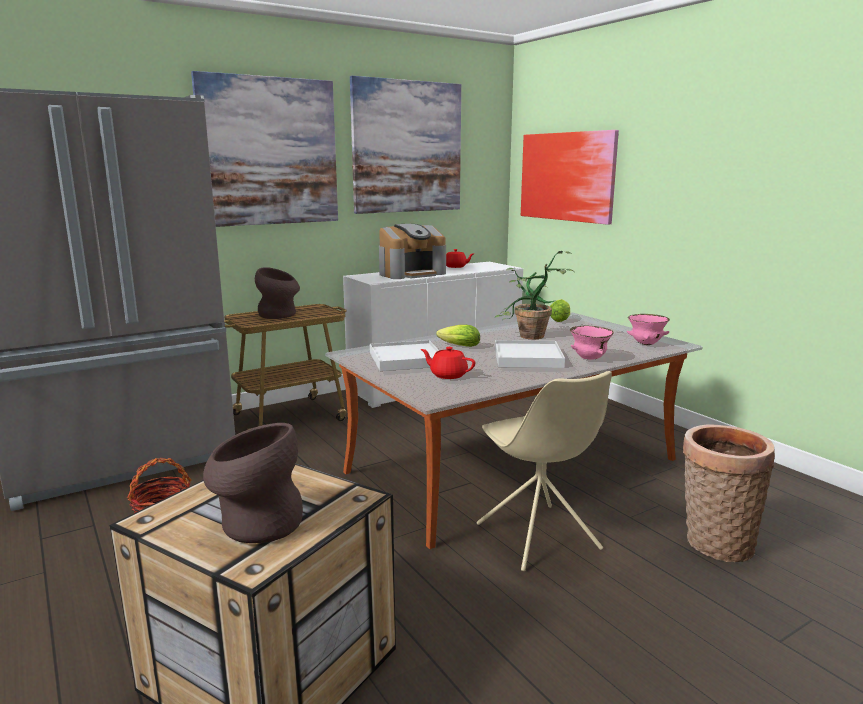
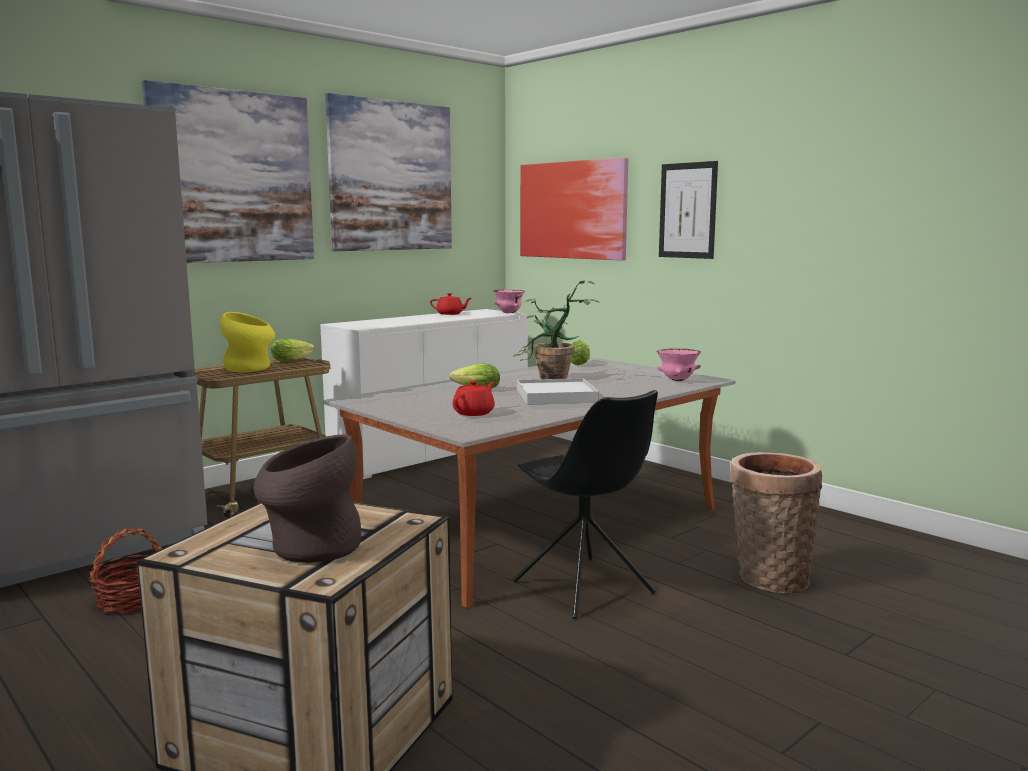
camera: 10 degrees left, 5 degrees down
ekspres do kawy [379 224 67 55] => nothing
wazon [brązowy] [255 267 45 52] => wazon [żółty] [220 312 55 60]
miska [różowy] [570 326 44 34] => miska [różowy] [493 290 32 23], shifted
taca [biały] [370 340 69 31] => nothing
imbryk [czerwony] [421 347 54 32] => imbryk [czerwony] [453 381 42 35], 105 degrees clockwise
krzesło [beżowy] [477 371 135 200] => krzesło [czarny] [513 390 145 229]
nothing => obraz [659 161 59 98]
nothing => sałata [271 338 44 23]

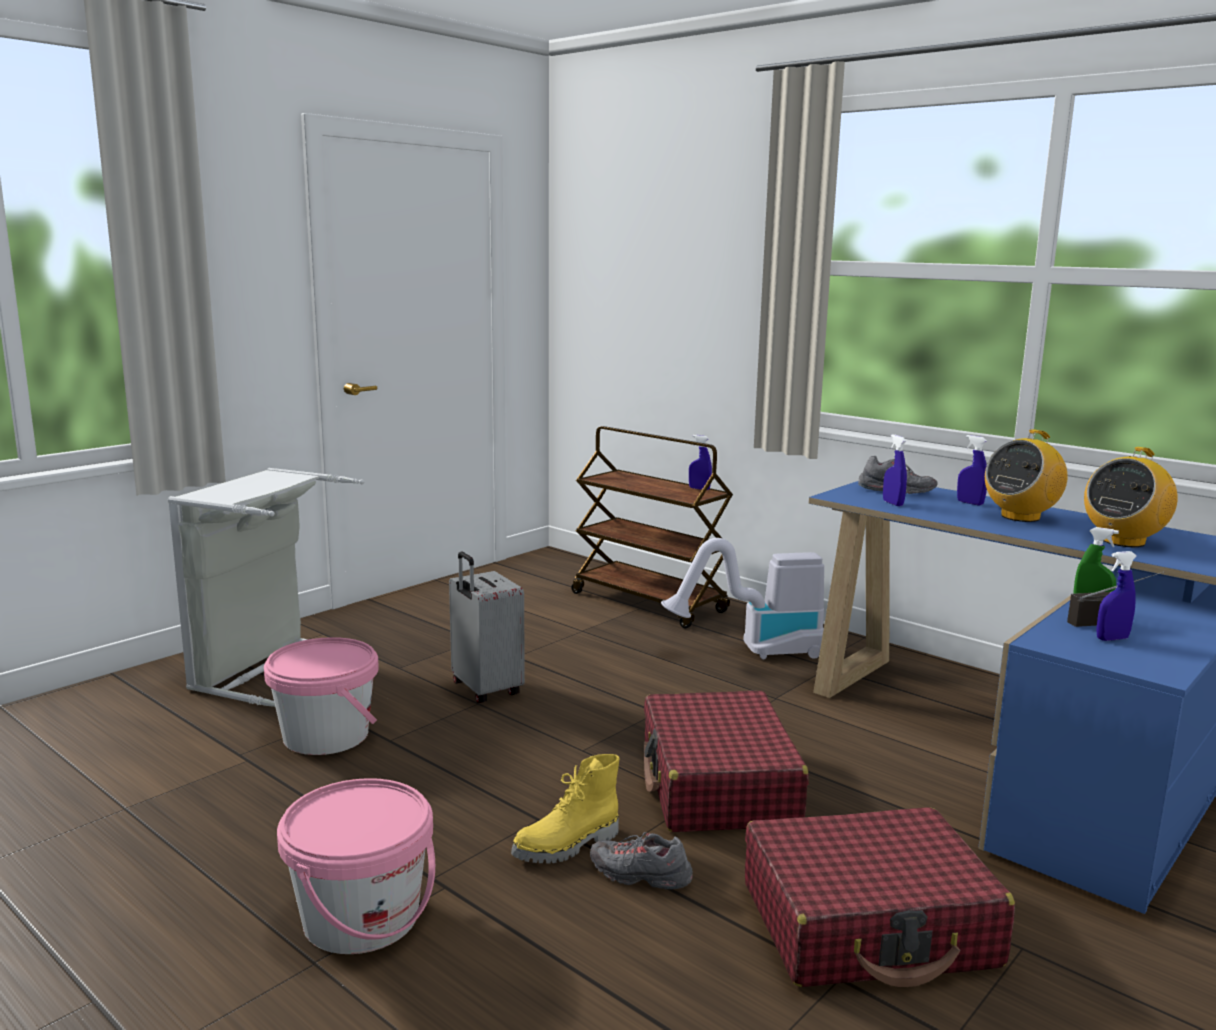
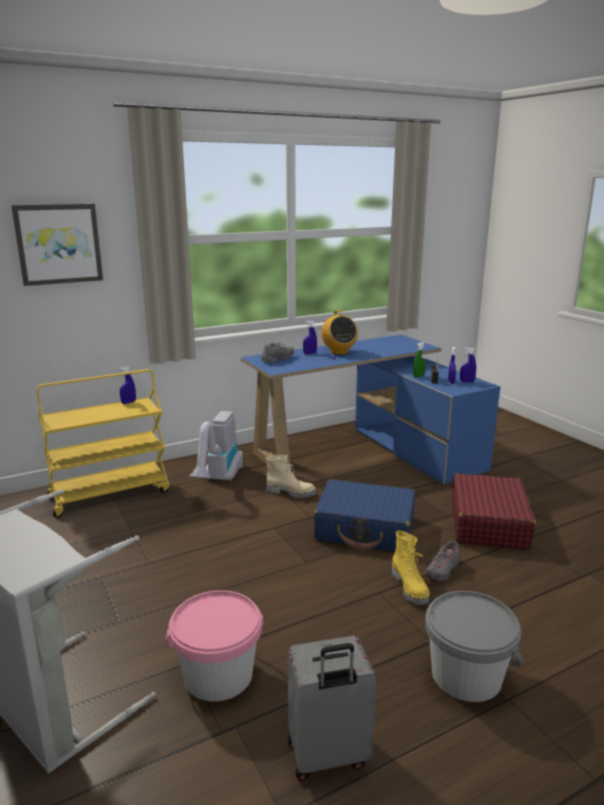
camera: 70 degrees left, 5 degrees up
wózek [brązowy] [571 426 162 203] => wózek [żółty] [37 369 132 149]
spryskiwacz [niebieski] [883 434 24 72] => spryskiwacz [niebieski] [460 347 16 35], shifted
radio [1084 447 94 100] => nothing
walizka [szary] [449 551 76 152] => walizka [szary] [288 636 88 145], shifted
walizka [czerwony] [644 691 165 141] => walizka [niebieski] [314 479 101 73]
wiadro [różowy] [277 778 158 176] => wiadro [szary] [425 591 98 111]
nothing => obraz [11 204 92 82]
nothing => but z cholewką [beżowy] [266 455 50 43]

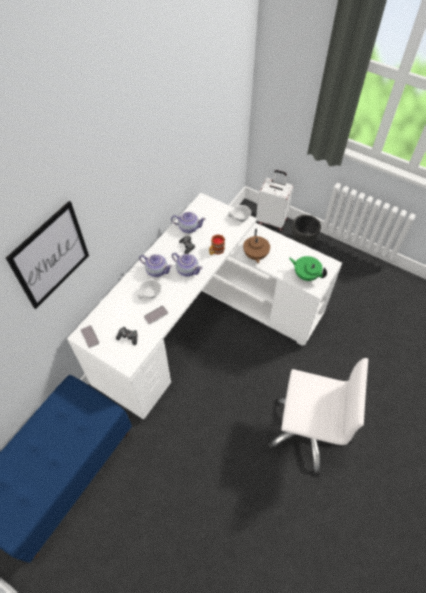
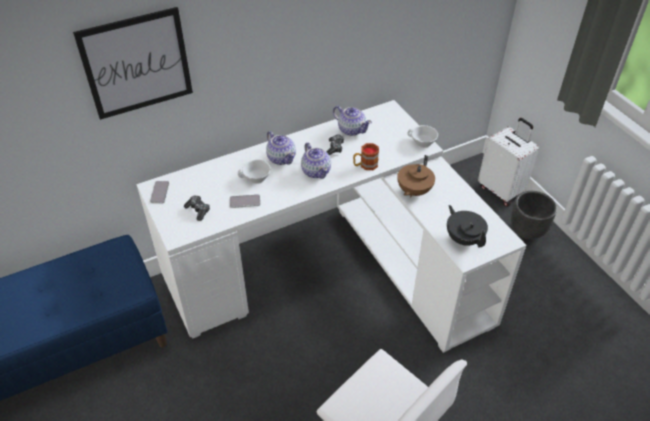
camera: 30 degrees right, 10 degrees down
imbryk [zielony] [289 256 38 25] => imbryk [czarny] [447 205 41 43]

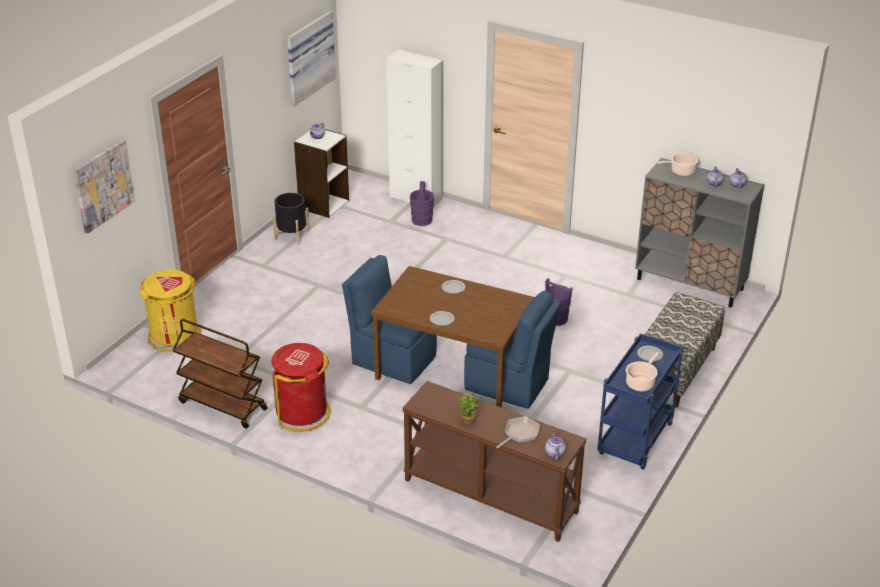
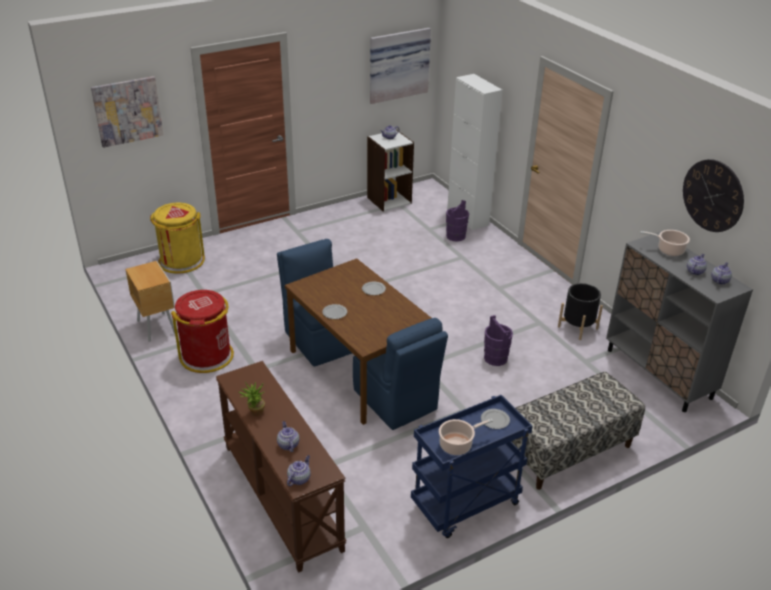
camera: 30 degrees right, 0 degrees up
donica [czarny] [272 193 38 51] => donica [czarny] [558 283 45 57], shifted
wózek [brązowy] [173 319 94 110] => szafka nocna [brązowy] [125 261 50 81]
patelnia [496 416 44 32] => imbryk [277 421 22 31]
nothing => zegar ścienny [683 159 61 73]

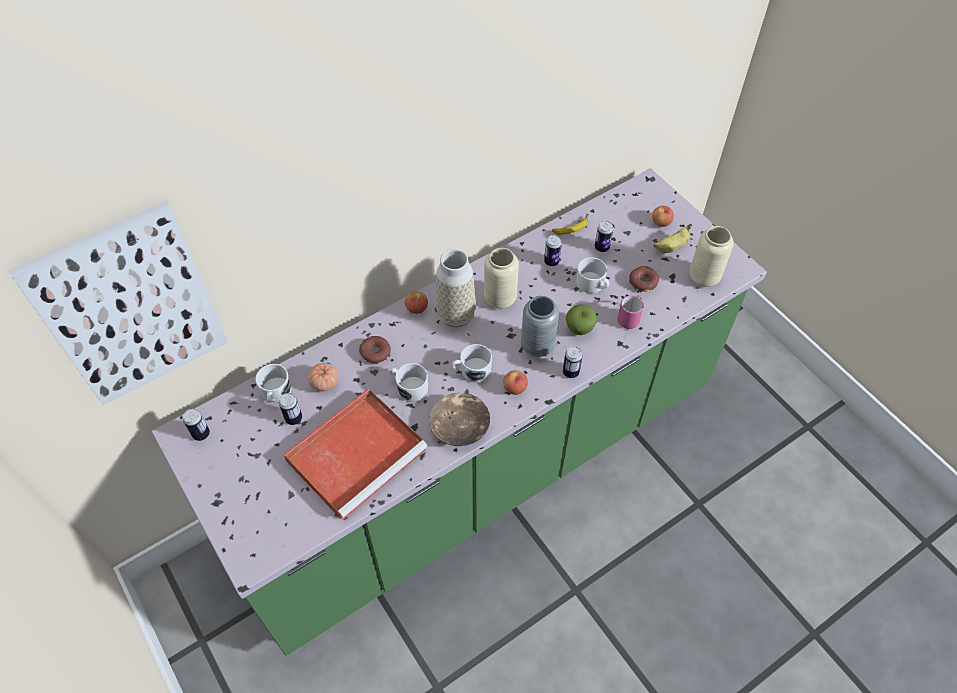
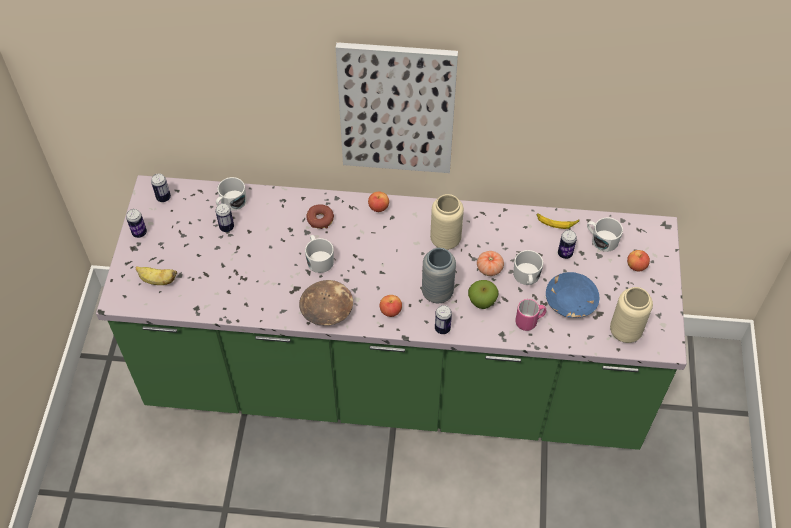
camera: 40 degrees right, 0 degrees up
obraz [9 201 219 204] => obraz [336 42 122 131], shifted
banan [653 225 38 28] => banan [136 266 41 19], shifted
puszka [544 235 18 31] => puszka [126 209 21 29], shifted
wazon [436 249 40 78] => nothing
donut [629 266 30 27] => miska [niebieski] [546 272 54 46]
kubek [biały] [452 344 40 39] => kubek [biały] [587 217 36 35], shifted
pomidor [308 363 30 28] => pomidor [477 251 27 25], shifted
taca [czerwony] [283 388 145 133] => nothing

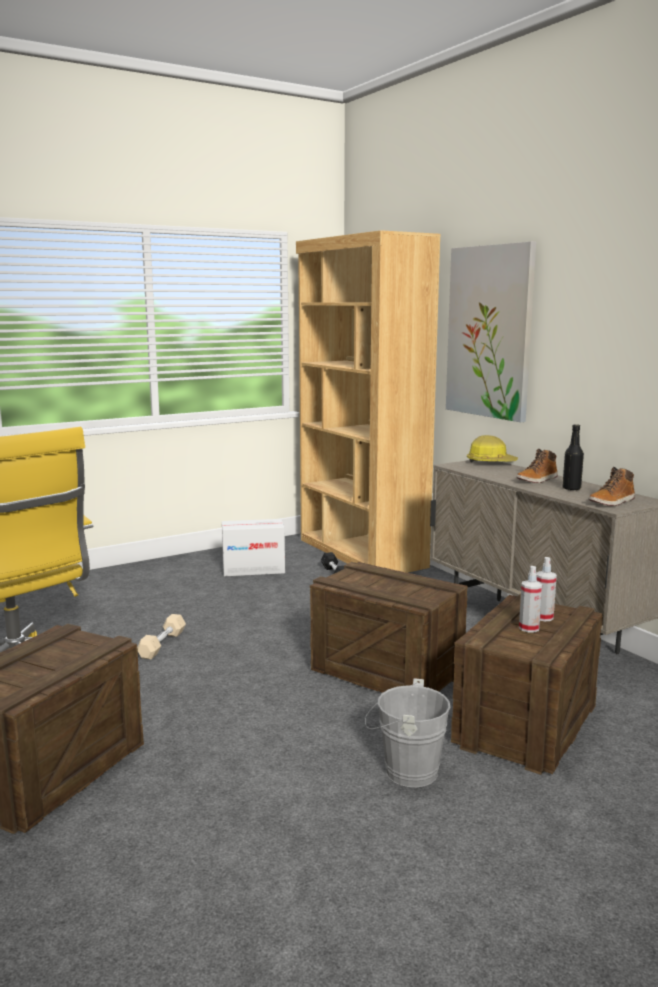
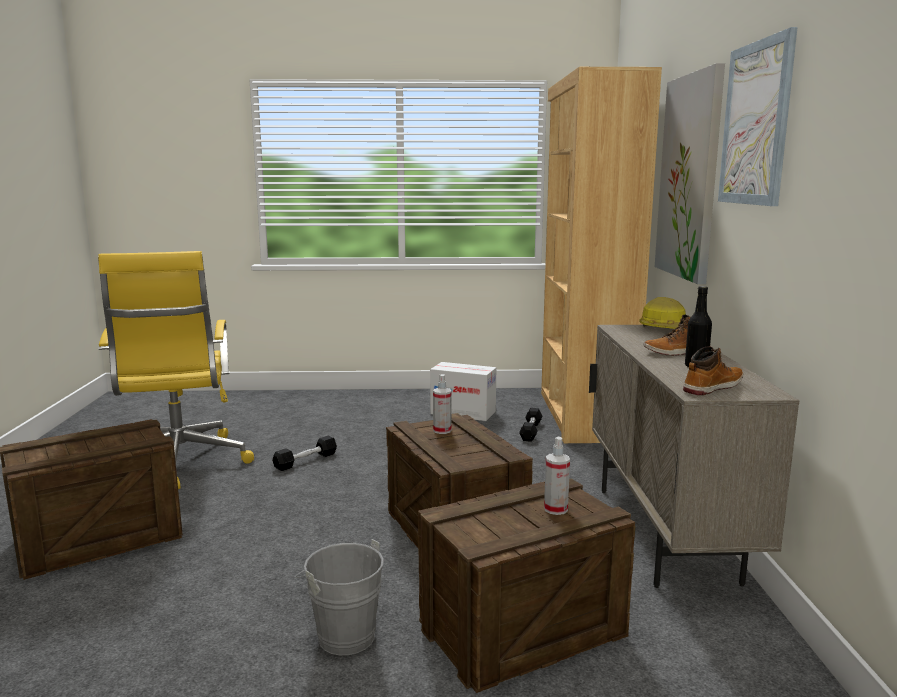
camera: 30 degrees right, 0 degrees up
but z cholewką [589 467 46 39] => but z cholewką [683 346 60 49], 150 degrees clockwise
spryskiwacz [519 566 23 66] => spryskiwacz [433 374 18 60], shifted
hantel [beżowy] [137 614 49 45] => hantel [czarny] [272 436 65 35]
nothing => obraz [718 27 79 179]

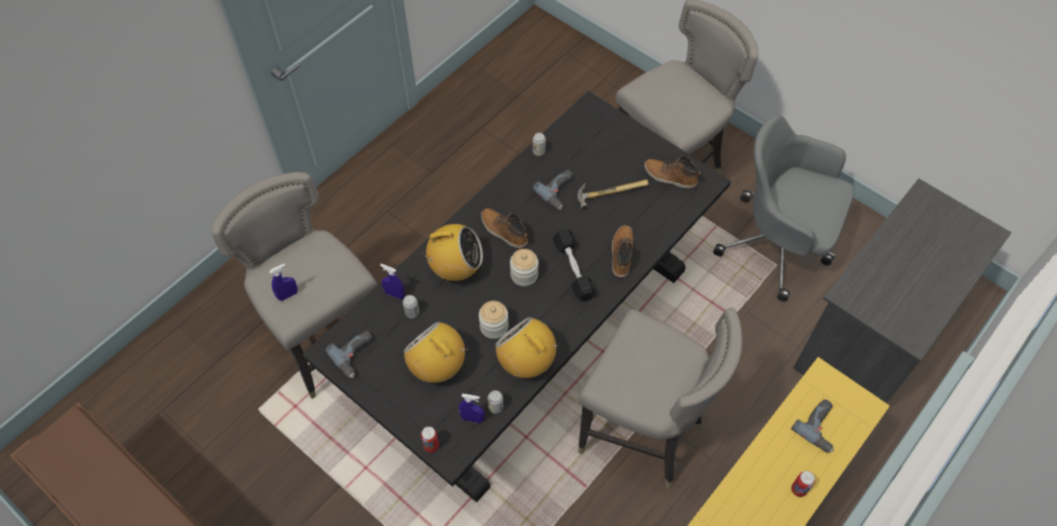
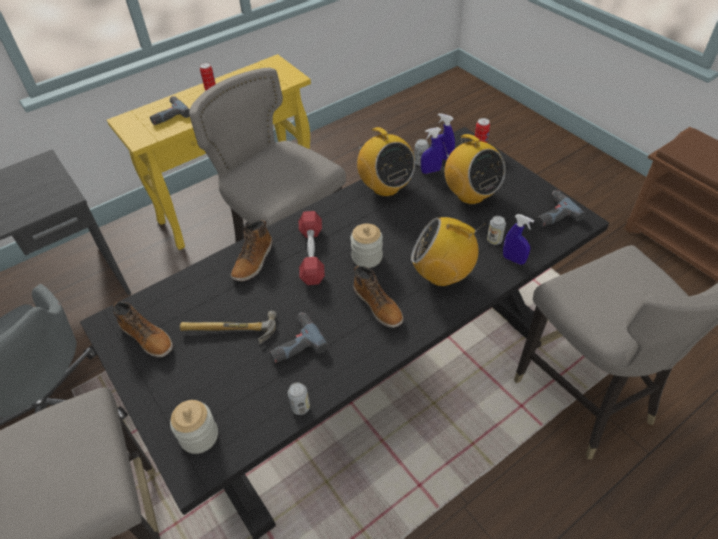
camera: 165 degrees left, 10 degrees down
hantel [czarny] [553 229 43 72] => hantel [czerwony] [299 211 26 74]
spryskiwacz [niebieski] [269 263 29 38] => spryskiwacz [niebieski] [421 127 22 47], shifted
słoik [479 301 30 38] => słoik [170 400 48 54], shifted

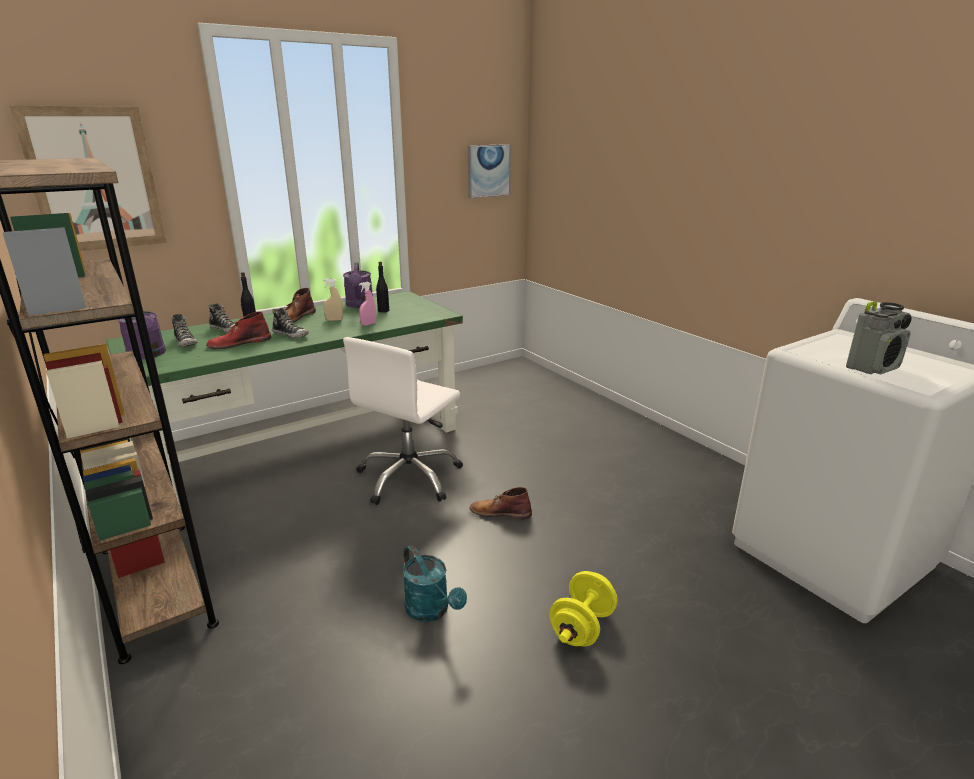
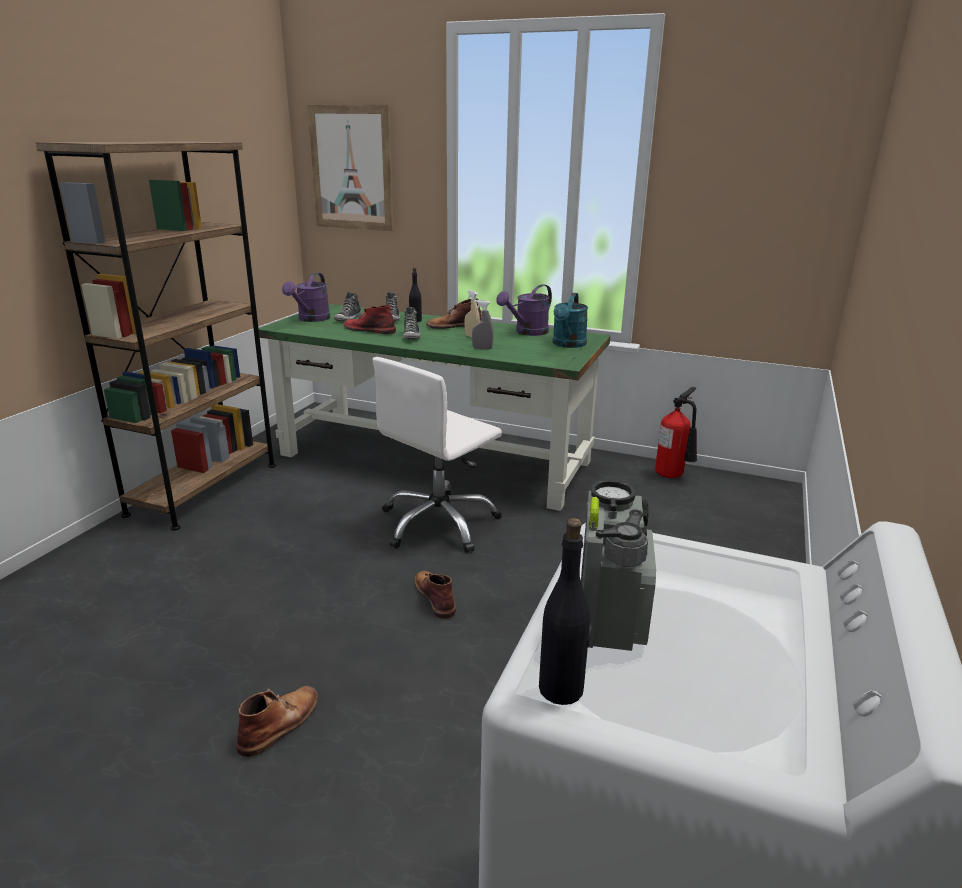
camera: 55 degrees right, 0 degrees up
obraz [468 144 43 54] => nothing
butelka [czarny] [376 262 13 50] => butelka [czarny] [539 518 53 187], shifted
spryskiwacz [różowy] [359 282 17 44] => spryskiwacz [szary] [472 300 22 49]
radio [846 301 66 73] => radio [581 480 75 171], 105 degrees counterclockwise
krzesło biurowe [biały] [343 337 120 168] => krzesło biurowe [biały] [373 357 129 196], 45 degrees counterclockwise
konewka [turkusowy] [403 545 64 77] => konewka [turkusowy] [553 293 35 55], shifted
hantel [żółty] [549 571 69 75] => but z cholewką [brązowy] [236 686 82 71]
nothing => gaśnica [655 387 42 91]

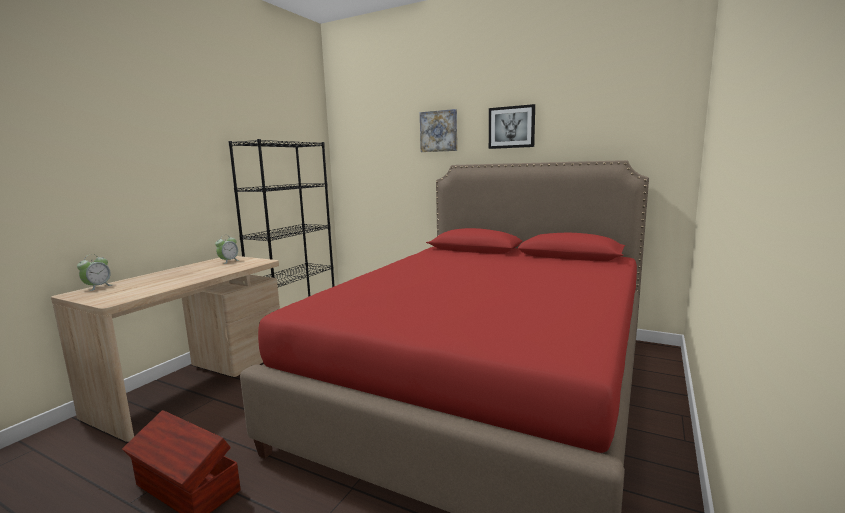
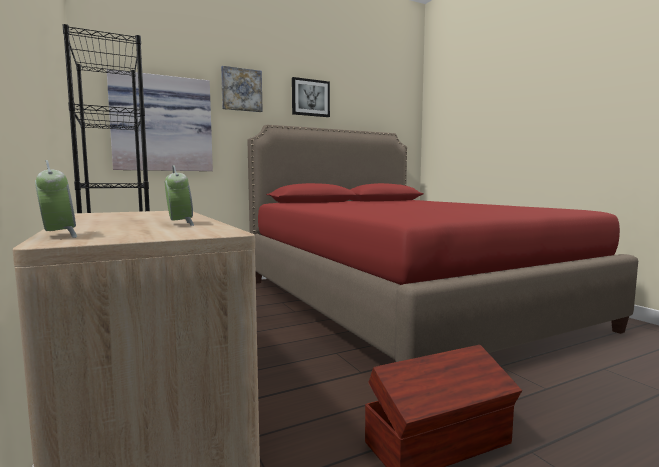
camera: 55 degrees left, 5 degrees down
budzik [215 235 24 29] => budzik [165 165 29 61], shifted
nothing => obraz [107 69 106 102]

